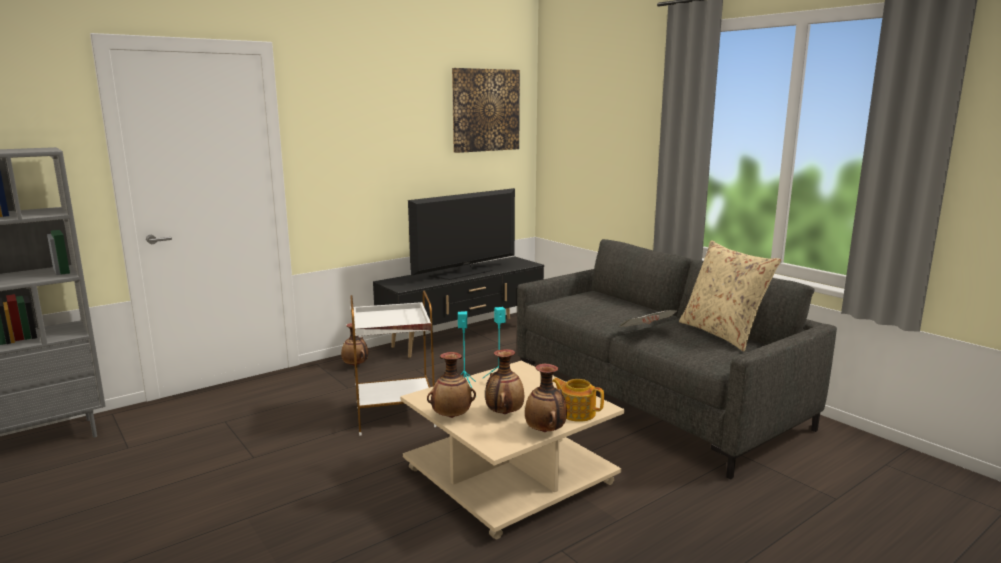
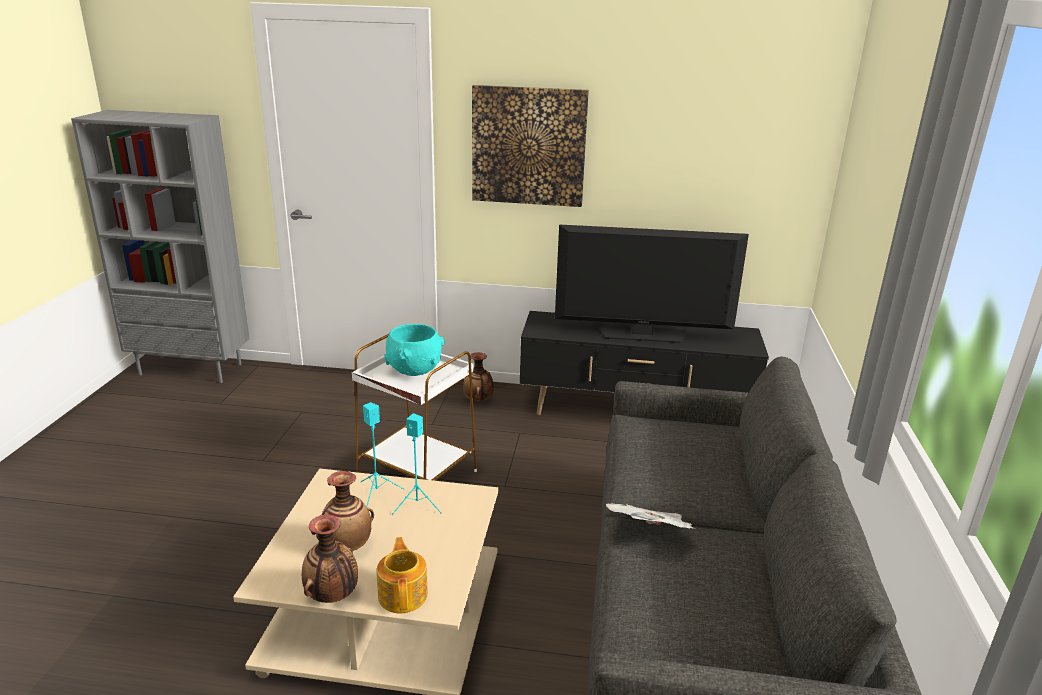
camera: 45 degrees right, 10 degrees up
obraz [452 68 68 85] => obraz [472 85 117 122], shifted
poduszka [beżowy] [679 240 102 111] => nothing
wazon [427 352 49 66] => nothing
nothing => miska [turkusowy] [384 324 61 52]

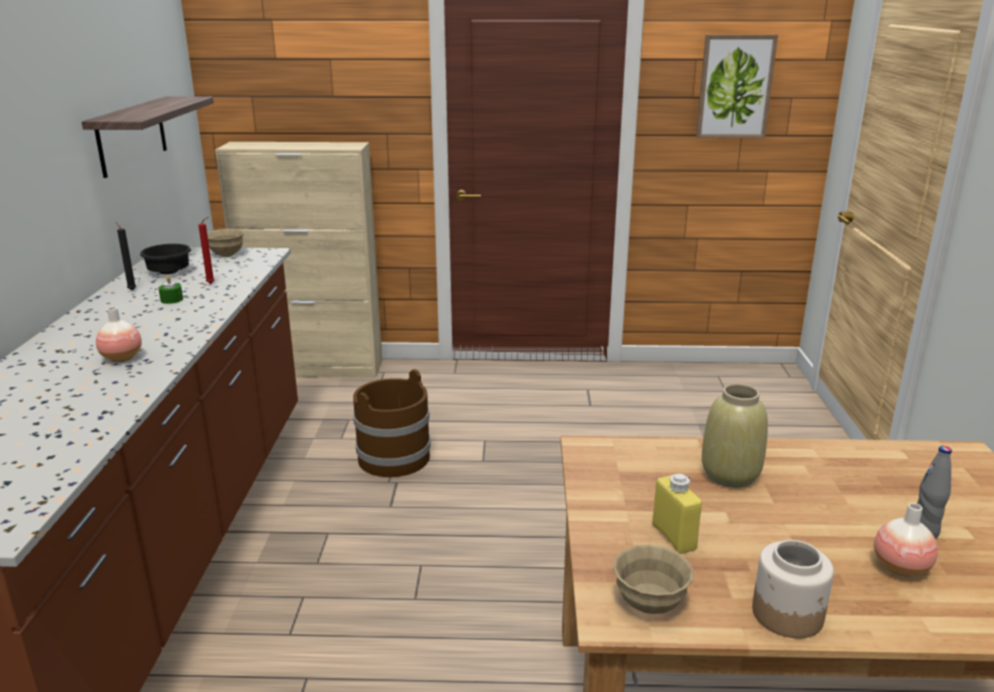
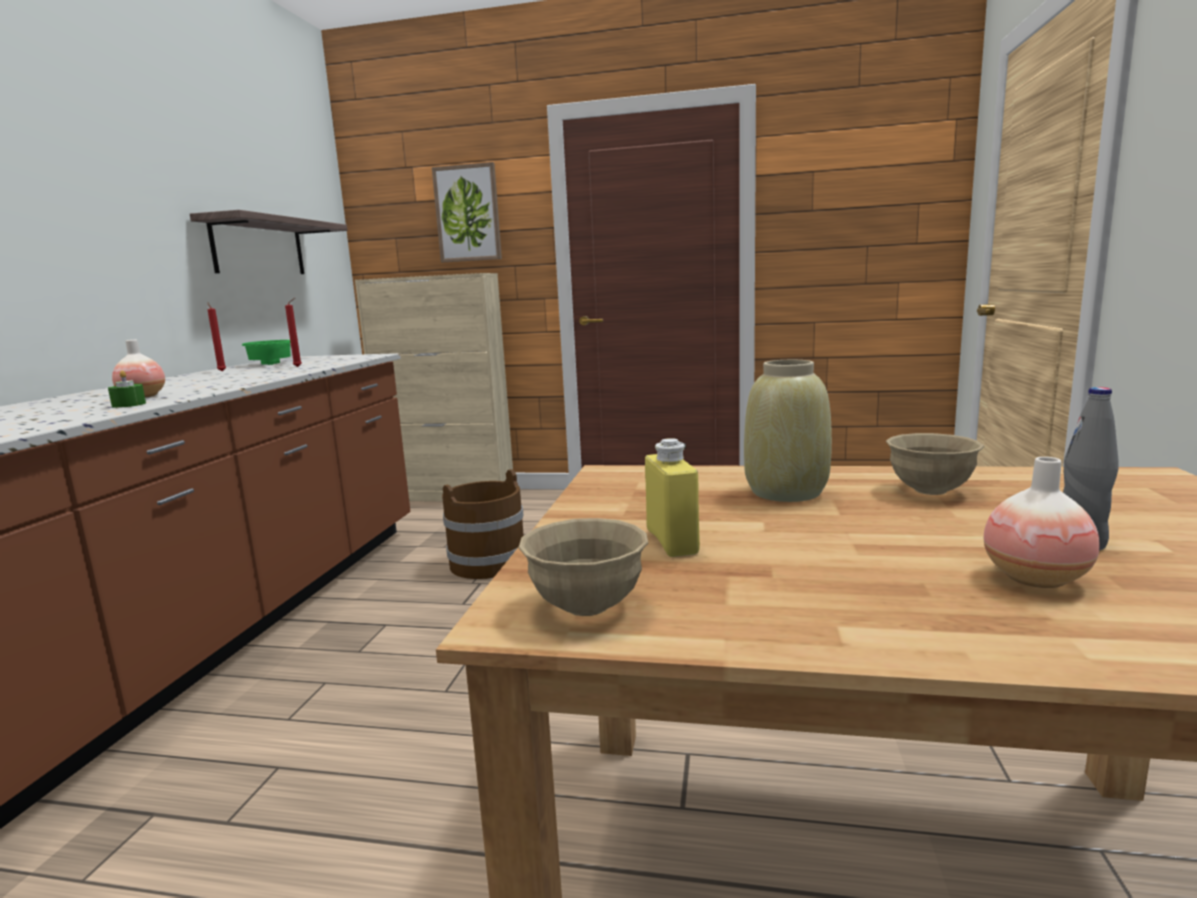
camera: 10 degrees right, 10 degrees down
obraz [696 35 82 103] => obraz [432 162 70 100], shifted
świeca [czarny] [115 221 21 69] => świeca [czerwony] [207 302 19 69]
miska [beżowy] [207 229 37 28] => miska [beżowy] [886 433 98 62], shifted
miska [czarny] [140 244 51 30] => miska [zielony] [242 340 49 25]
świeca [zielony] [158 276 25 28] => świeca [zielony] [108 370 38 38], shifted
słoik [752 540 82 98] => nothing

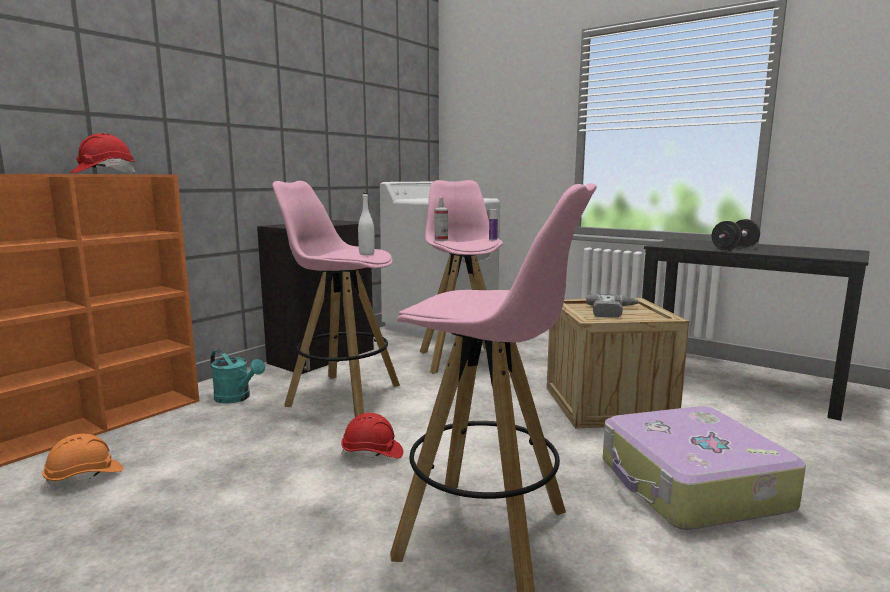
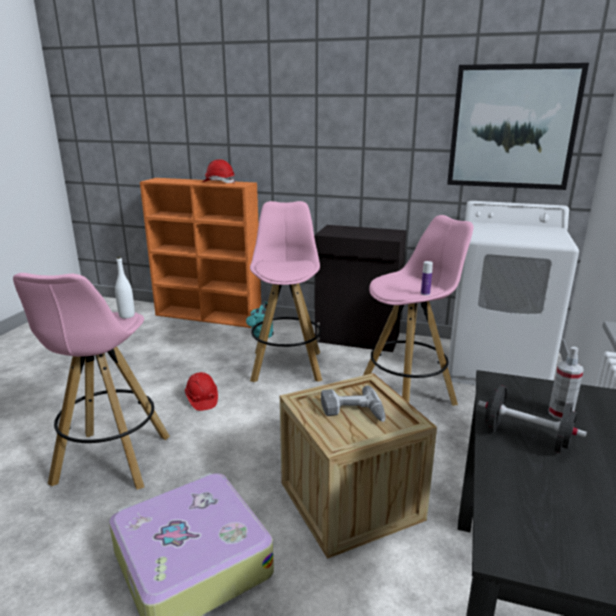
camera: 70 degrees right, 10 degrees up
butelka [biały] [358 193 17 62] => butelka [biały] [115 257 20 61], shifted
spryskiwacz [435 197 13 44] => spryskiwacz [549 346 35 74], shifted
kask [pomarańczowy] [42 434 81 57] => nothing
nothing => obraz [447 63 142 127]

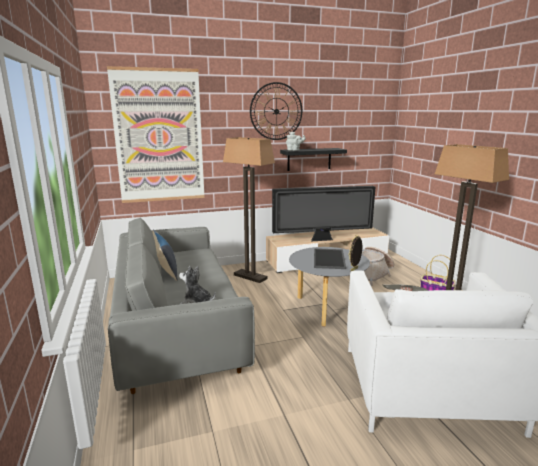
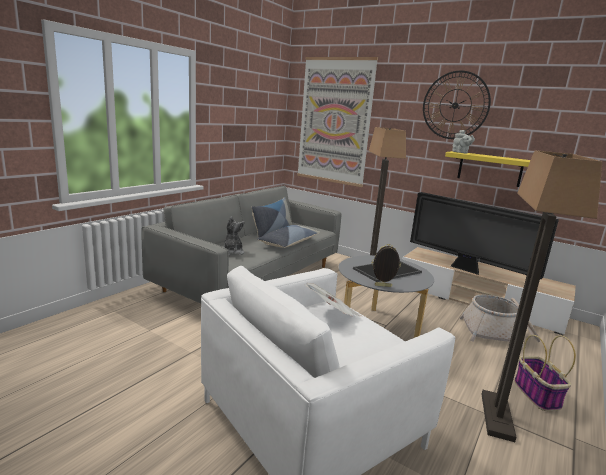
camera: 50 degrees right, 0 degrees up
półka [czarny] [280 148 67 23] => półka [żółty] [445 151 85 36]
nothing => poduszka [257 225 63 23]

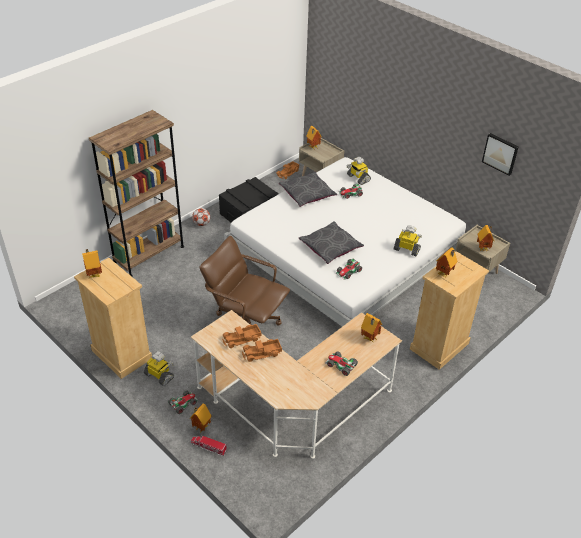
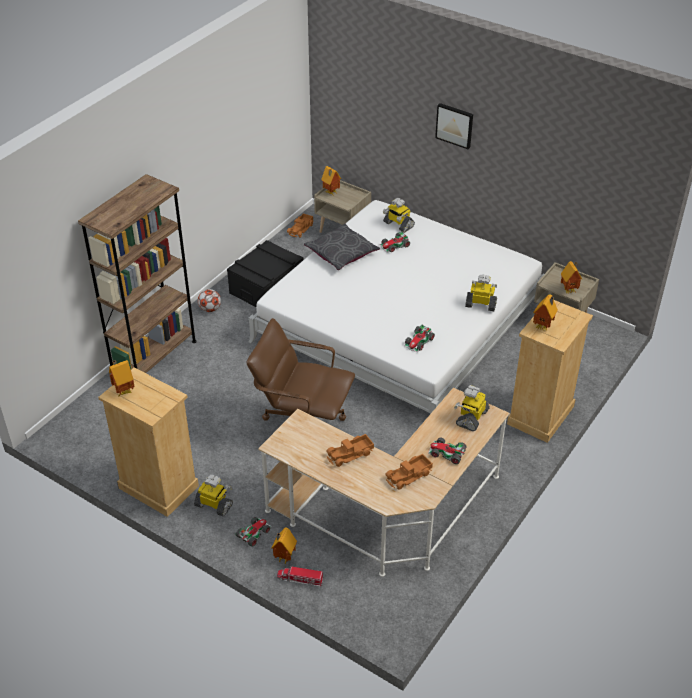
camera: 10 degrees left, 0 degrees up
obraz [482 133 37 43] => obraz [435 103 38 46], shifted
poduszka [szary] [299 221 65 43] => nothing
domek [361 313 21 30] => robot zabawkowy [454 385 36 46]
ciężarówka zabawkowa [222 324 40 24] => ciężarówka zabawkowa [385 454 48 36], shifted

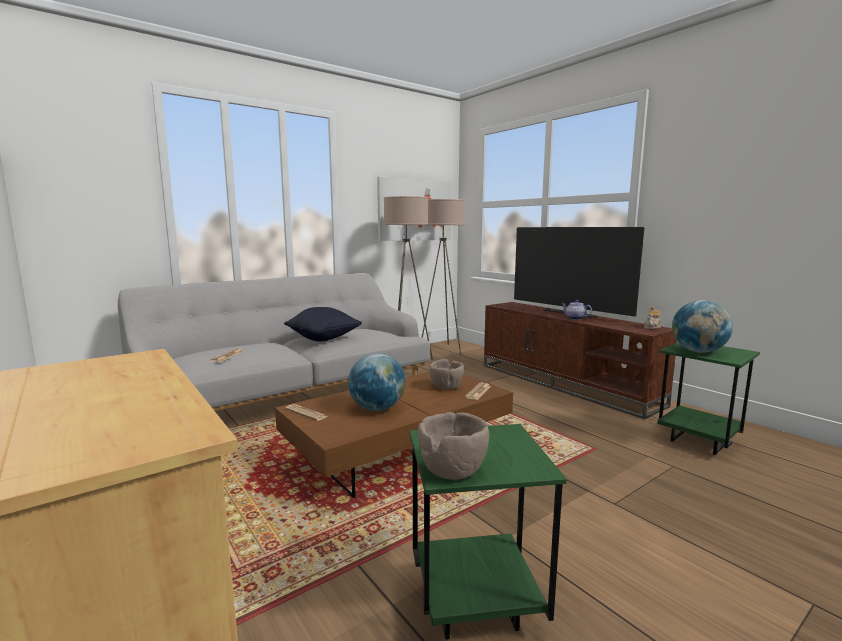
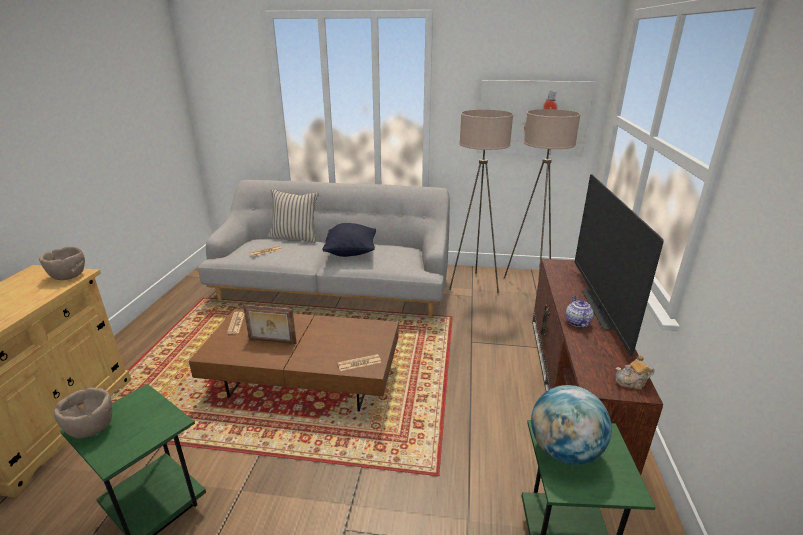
camera: 45 degrees right, 15 degrees up
globus [348 353 58 58] => ramka na zdjęcie [243 305 54 39]
miska [brązowy] [429 359 35 31] => miska [brązowy] [39 246 46 34], shifted
nothing => poduszka [beżowy] [268 189 51 54]

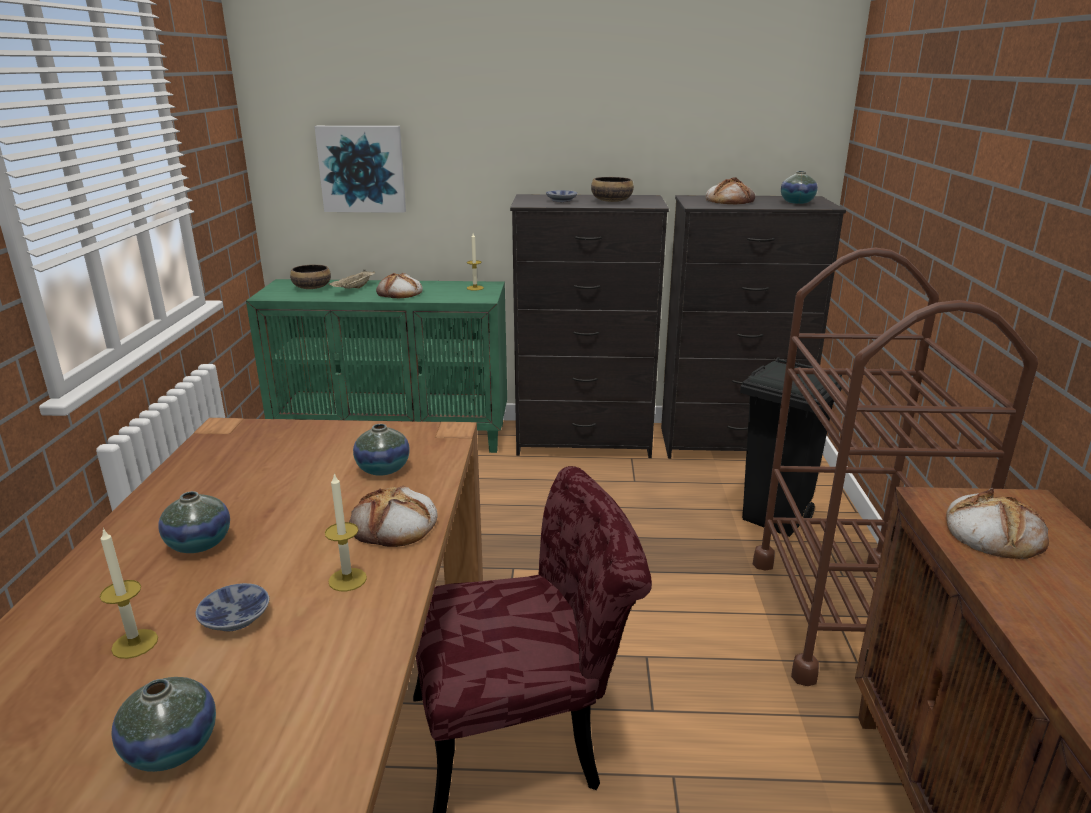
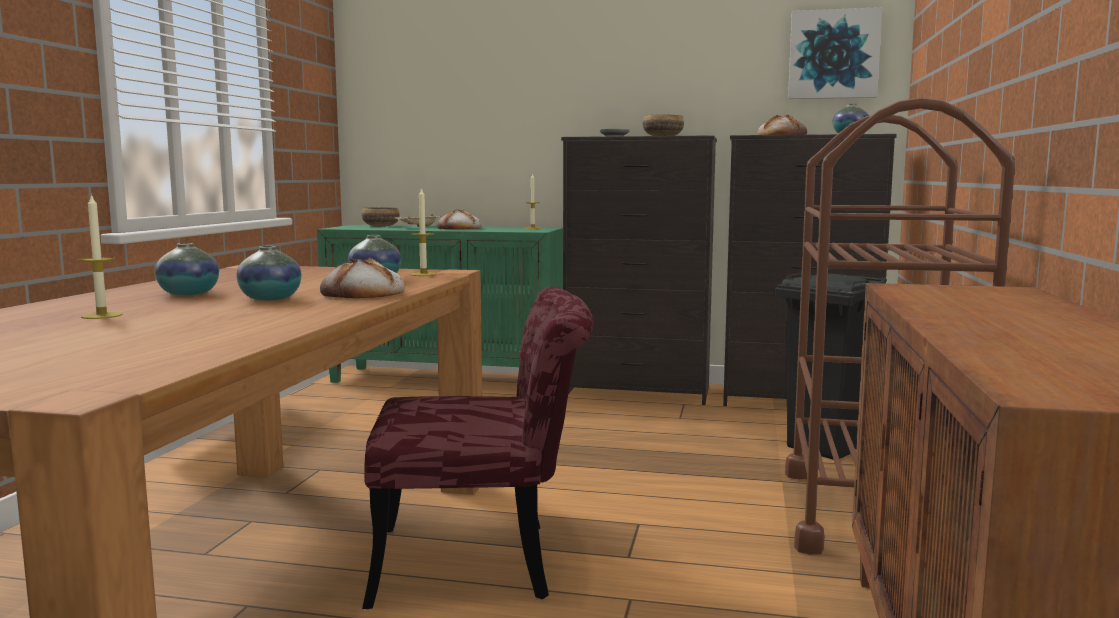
camera: 10 degrees right, 15 degrees down
obraz [314 126 92 87] => obraz [788 7 94 92], shifted
świeca [325 473 42 118] => świeca [410 187 27 89], shifted
chleb [946 488 103 71] => nothing
miska [195 583 74 48] => nothing
wazon [111 677 105 95] => wazon [237 246 64 55], shifted

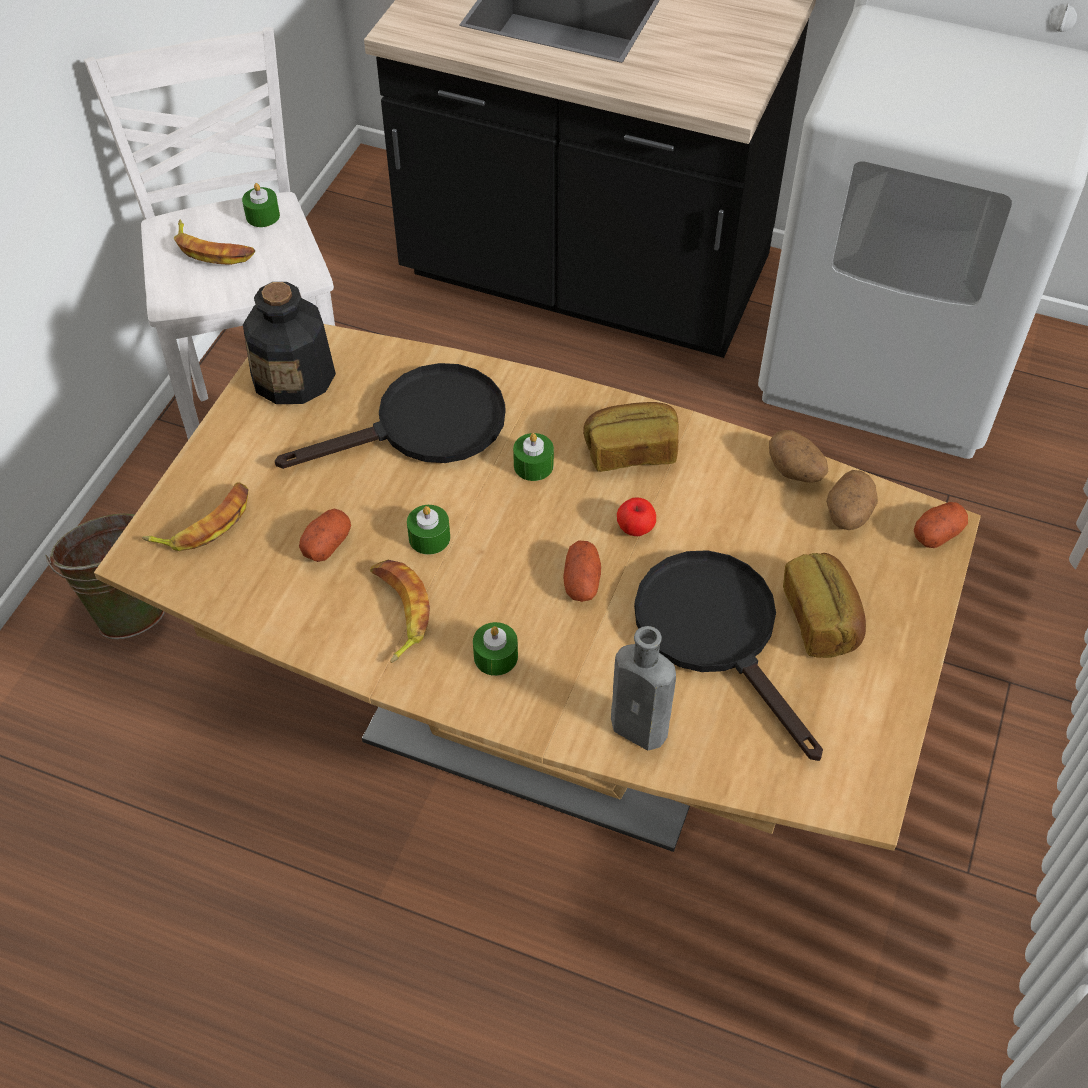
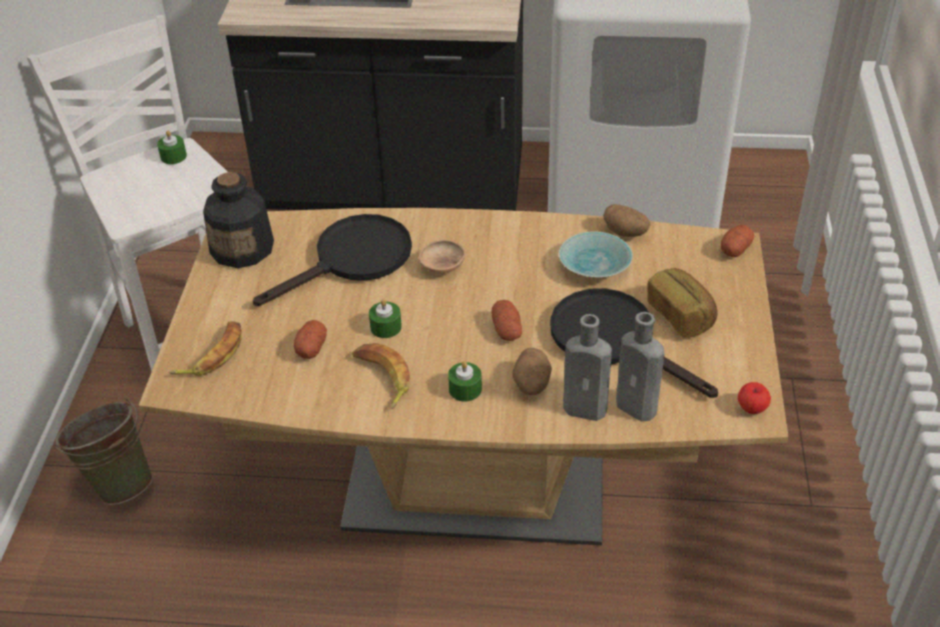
camera: 15 degrees left, 10 degrees down
banan [174 219 81 46] => nothing
chleb [583 402 96 70] => nothing
świeca [zielony] [513 433 41 48] => miska [brązowy] [419 240 46 34]
ziemniak [826 470 52 60] => ziemniak [512 348 40 47], shifted
jabłko [617 497 39 39] => jabłko [738 382 33 32], shifted
nothing => miska [turkusowy] [559 231 74 47]
nothing => butelka [szary] [616 312 48 109]

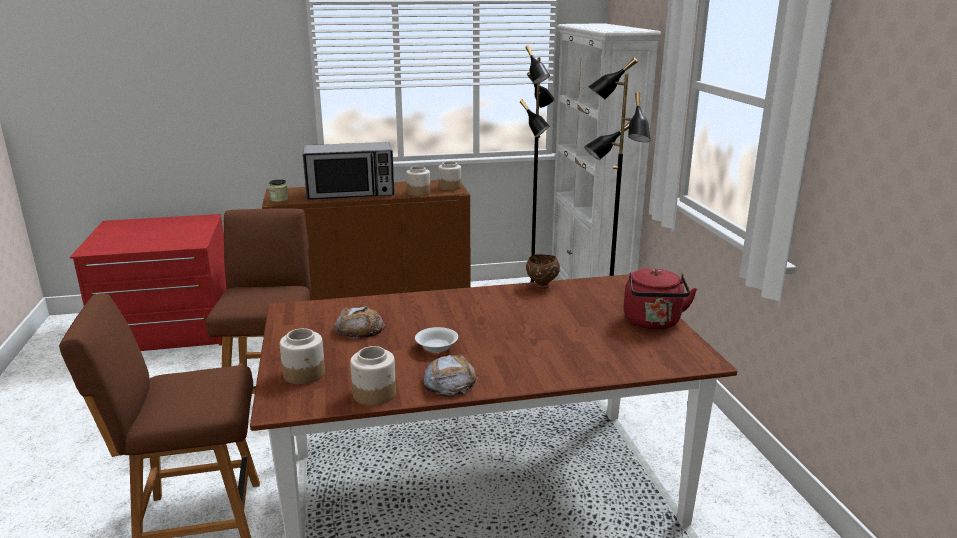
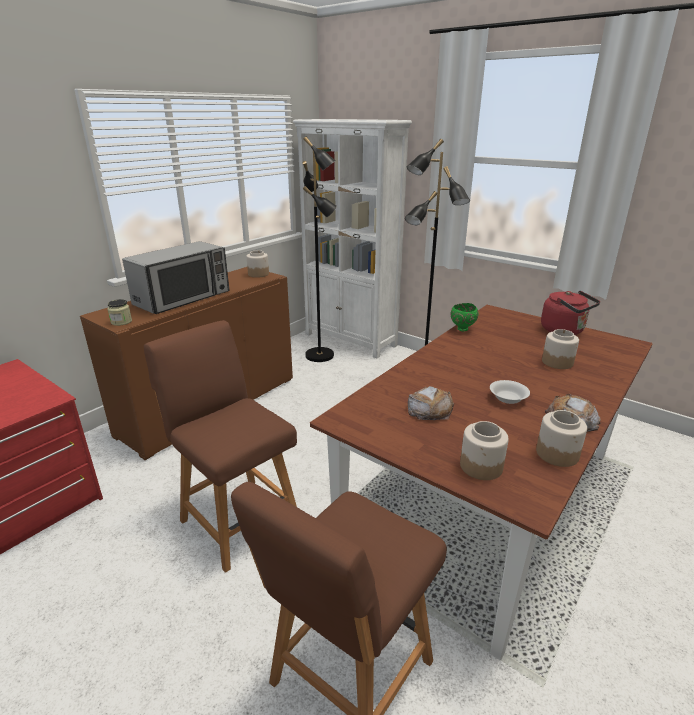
camera: 40 degrees left, 5 degrees up
słoik [406 166 24 30] => słoik [542 329 37 40], shifted
miska [brązowy] [526 254 34 35] => miska [zielony] [451 303 28 28]

